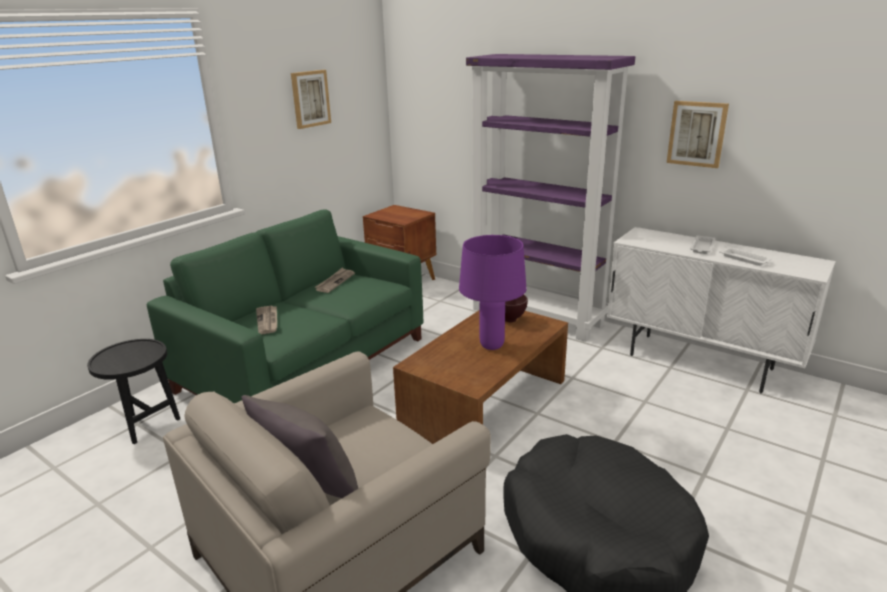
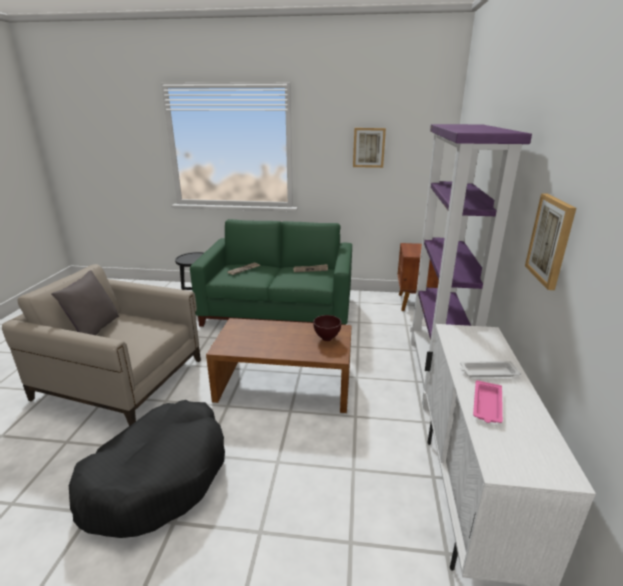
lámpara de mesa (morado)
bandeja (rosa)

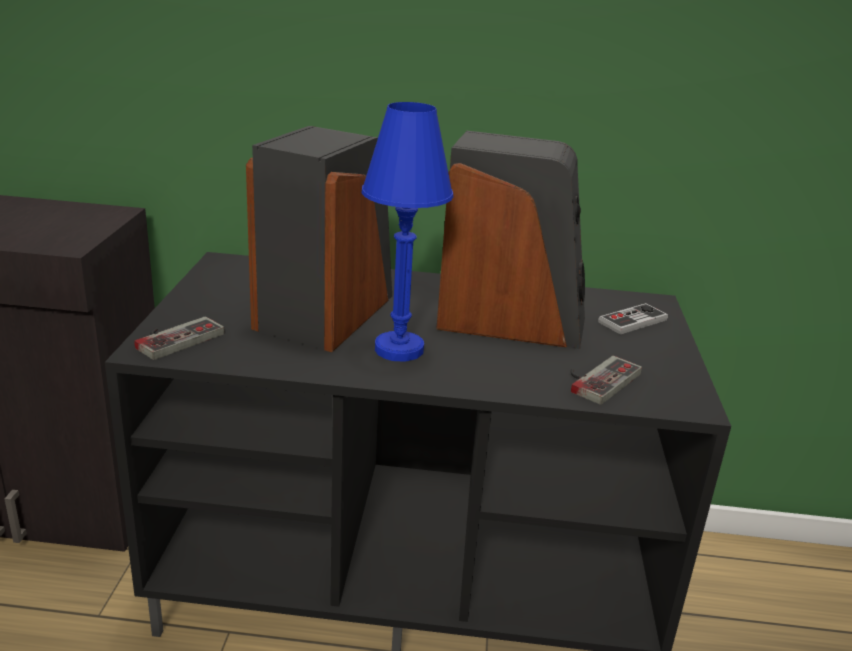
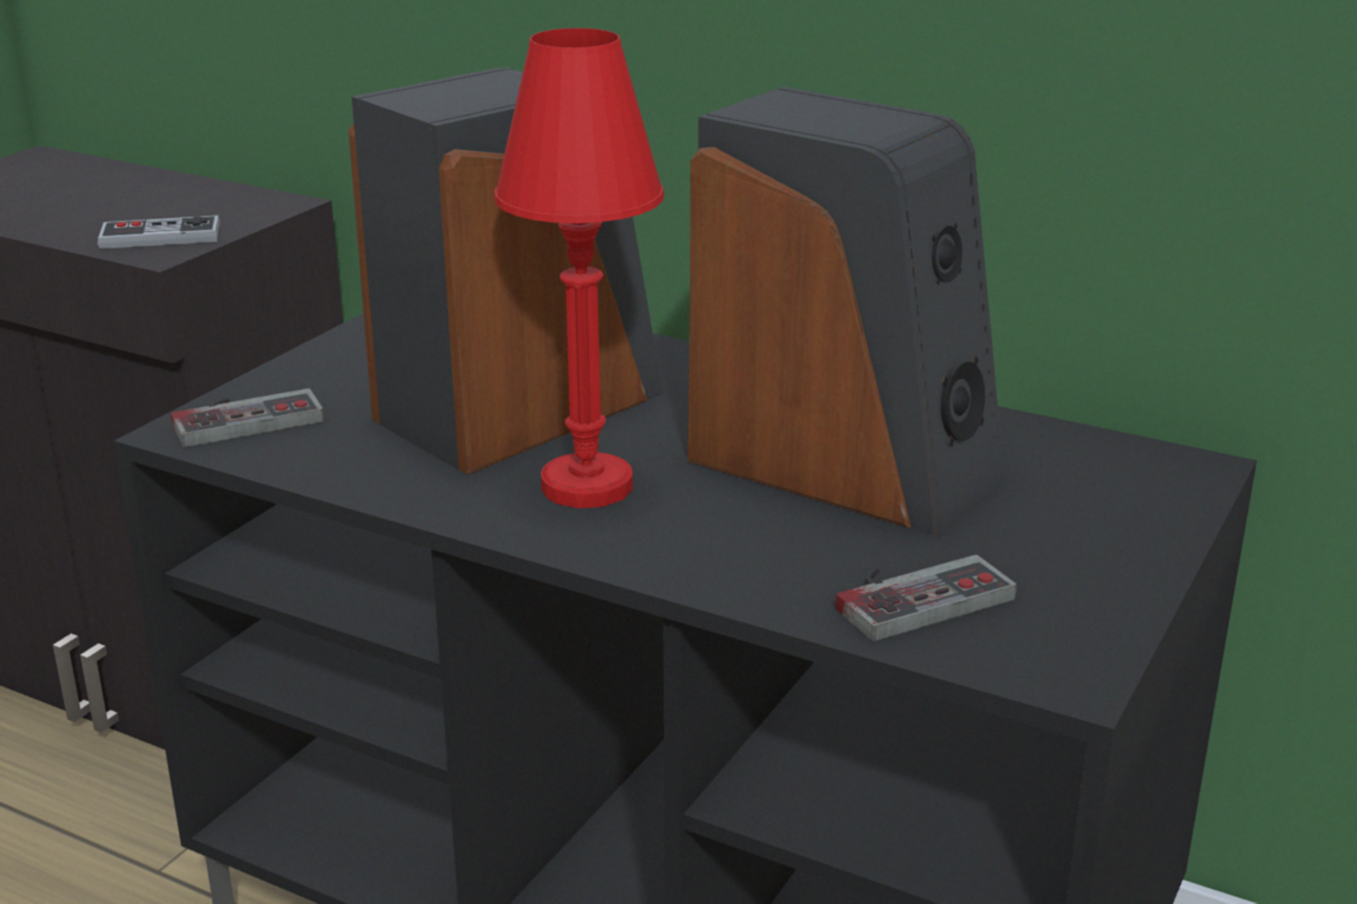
lámpara de mesa (rojo)
mando de consola (1st from left)

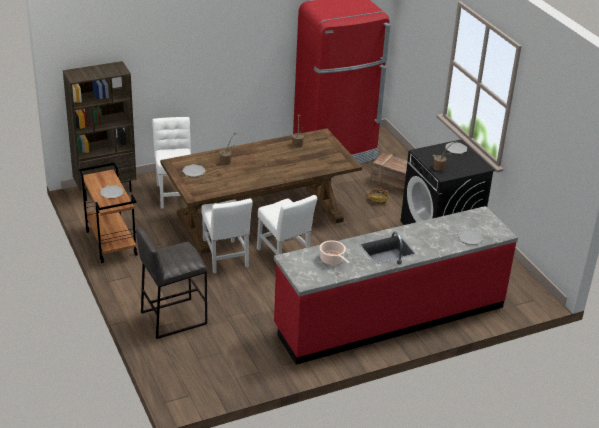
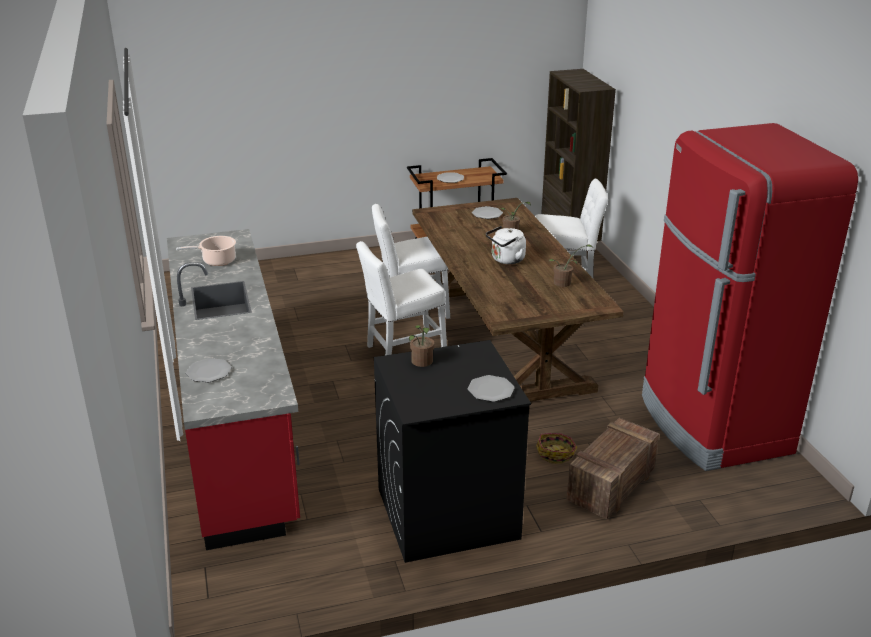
taburete (gris)
hervidor (blanco)

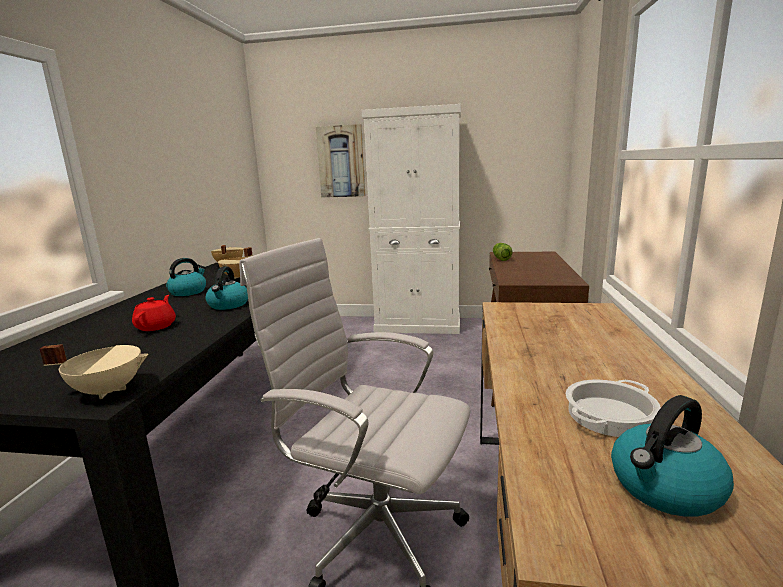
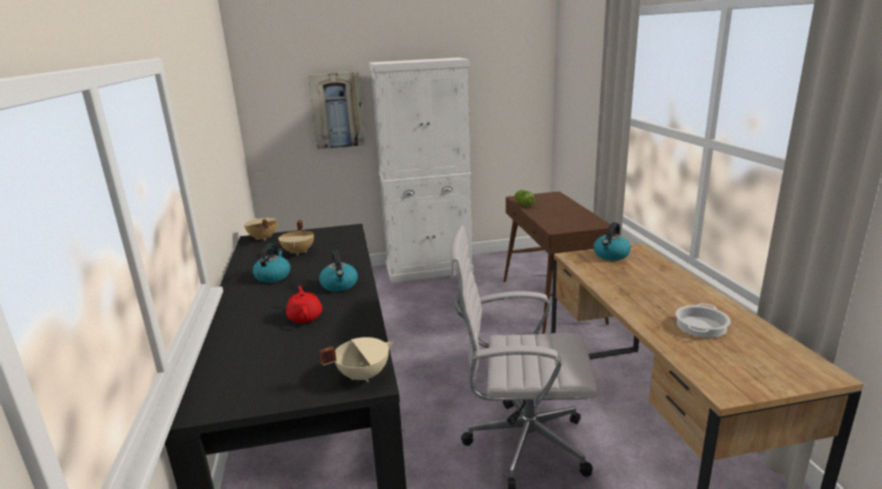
hervidor (3rd from left)

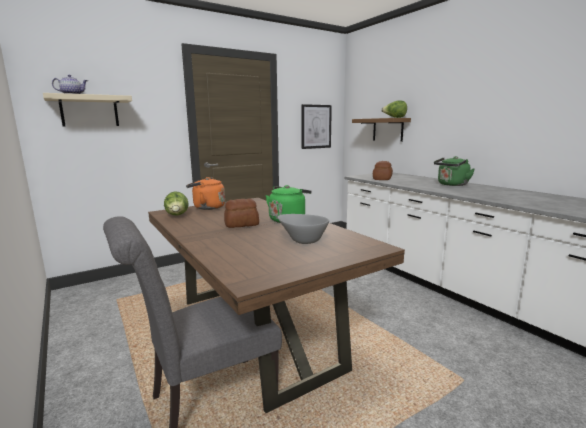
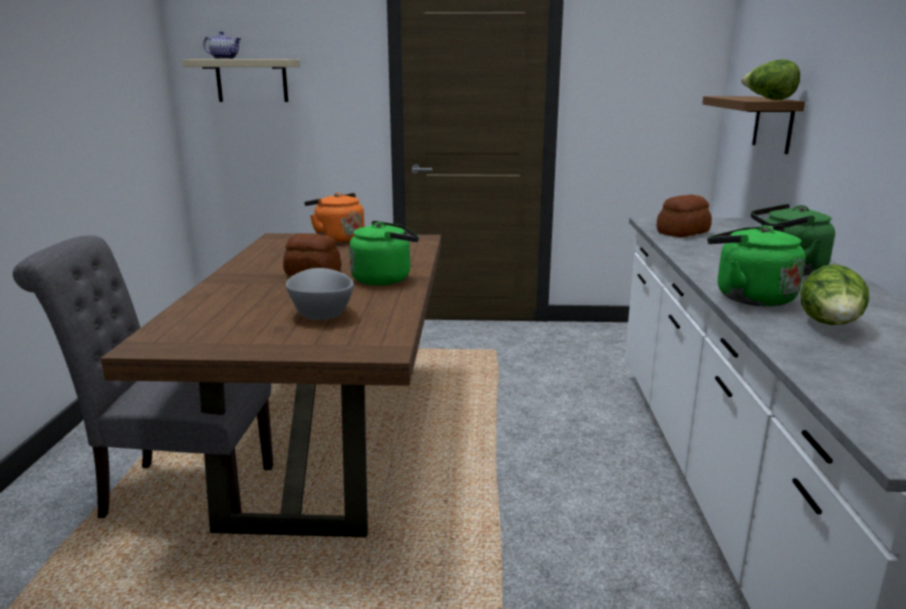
lechuga (2nd from left)
cuadro
hervidor (verde) (2nd from left)

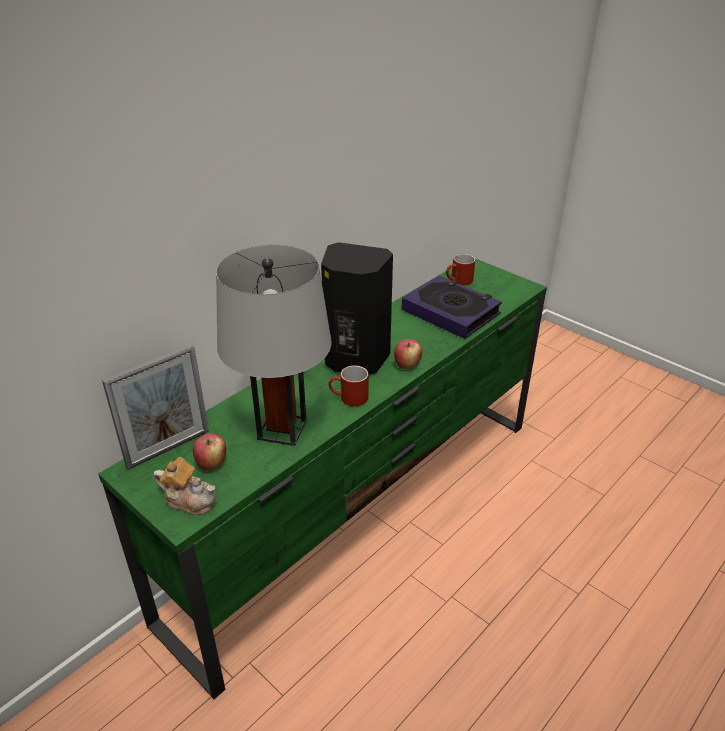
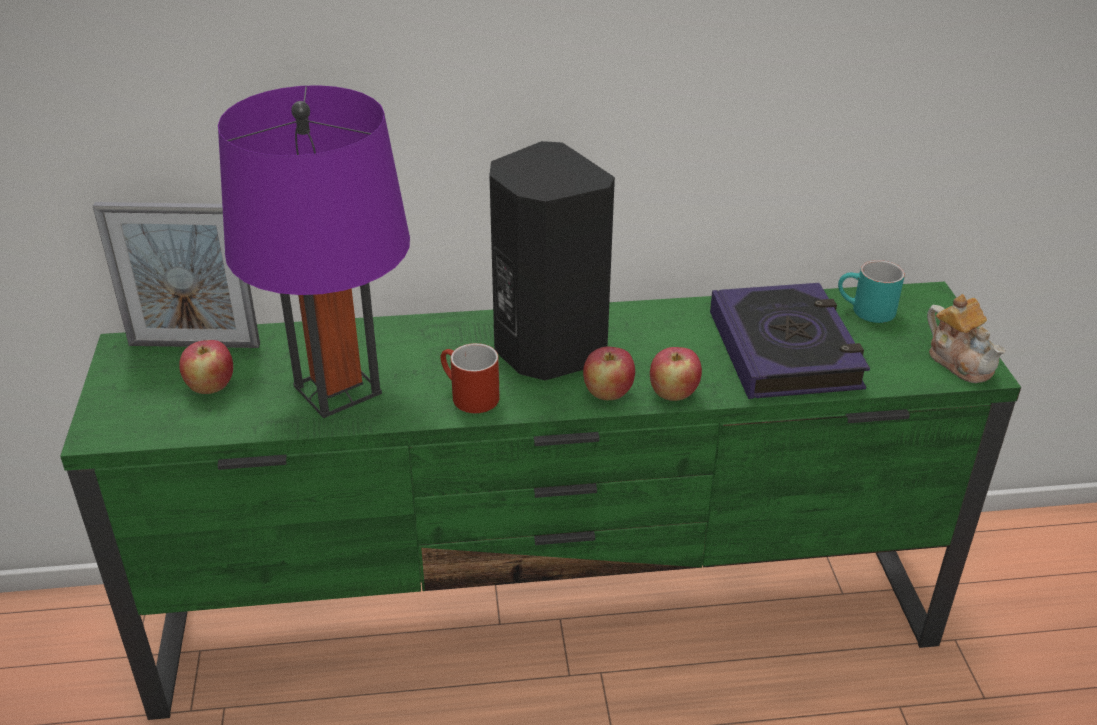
tetera
lámpara de mesa (morado)
taza grande (turquesa)
manzana (3rd from left)

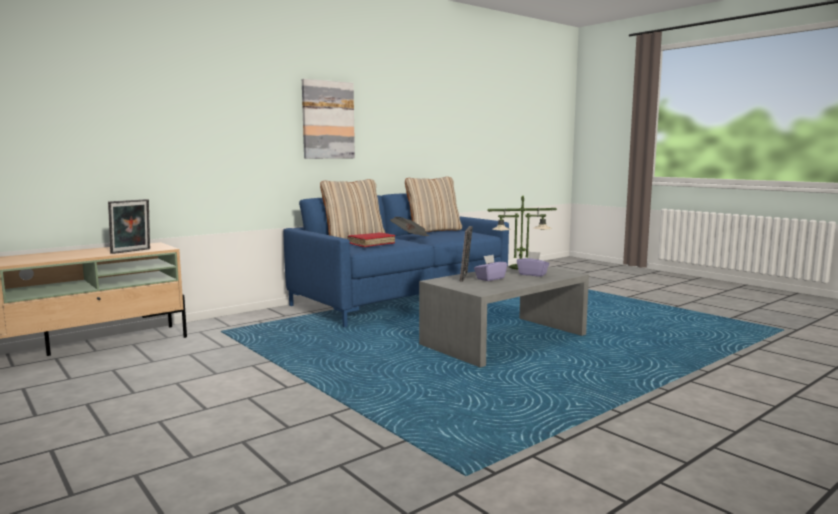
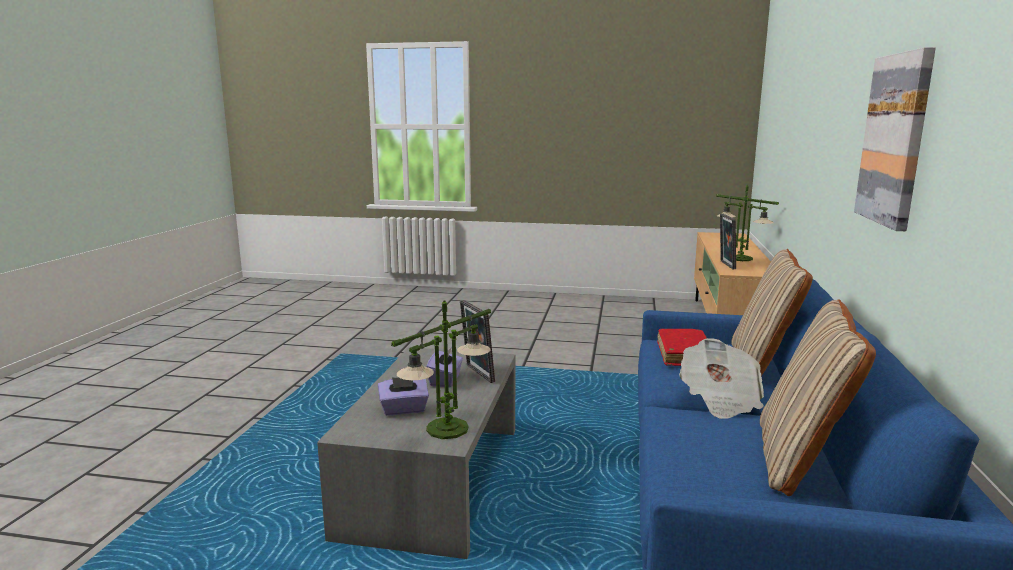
lámpara de mesa (2nd from left)

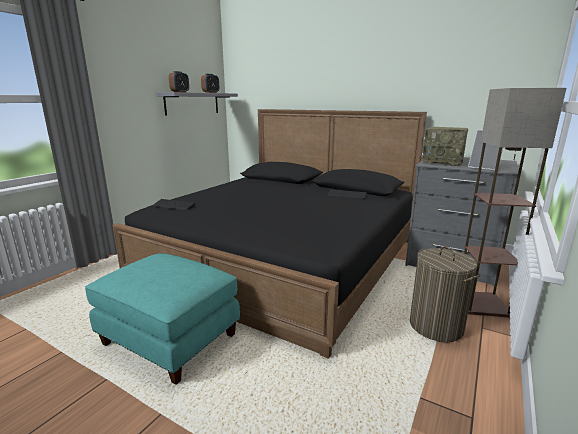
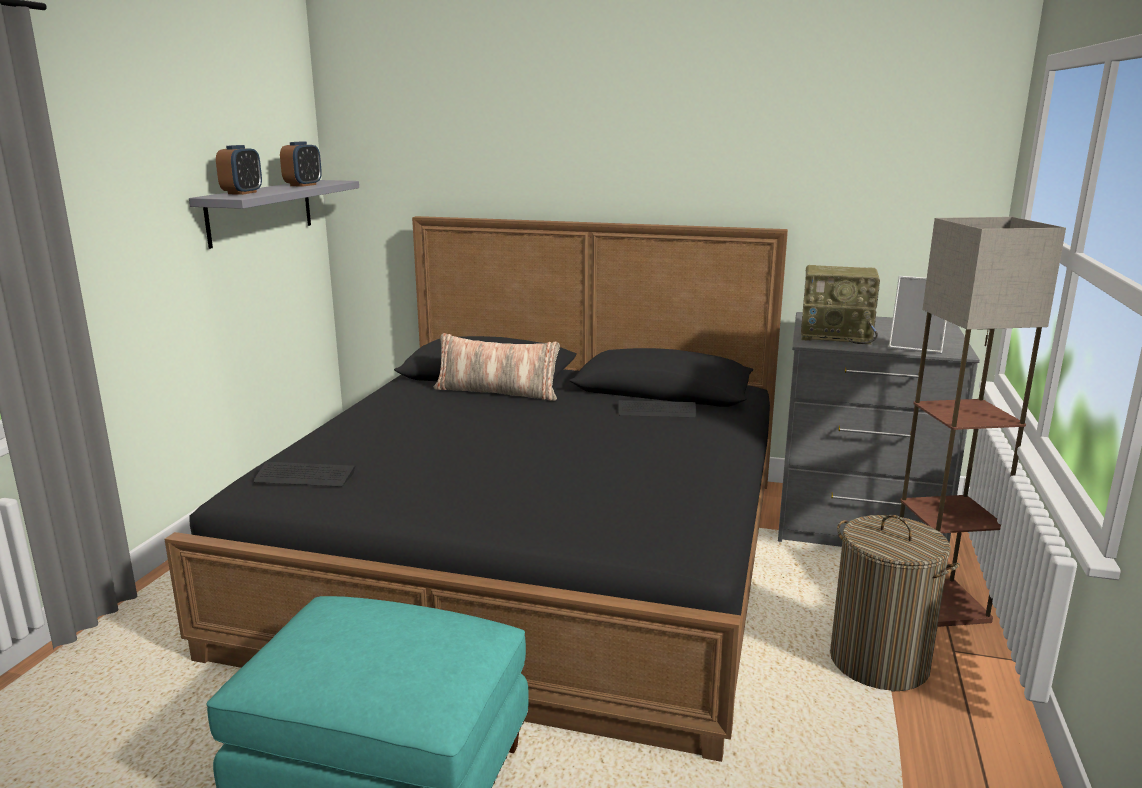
cojín

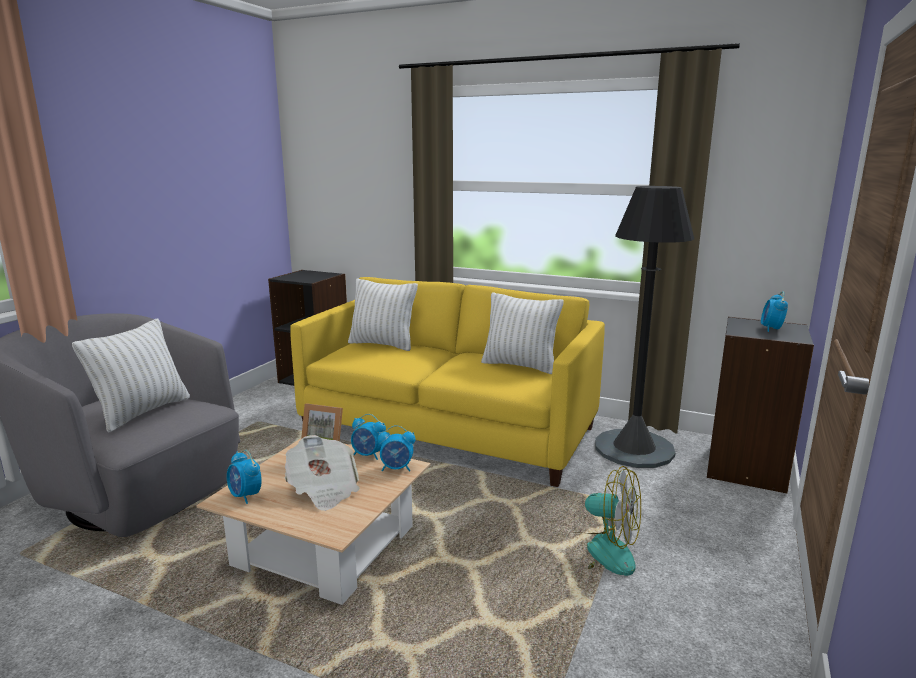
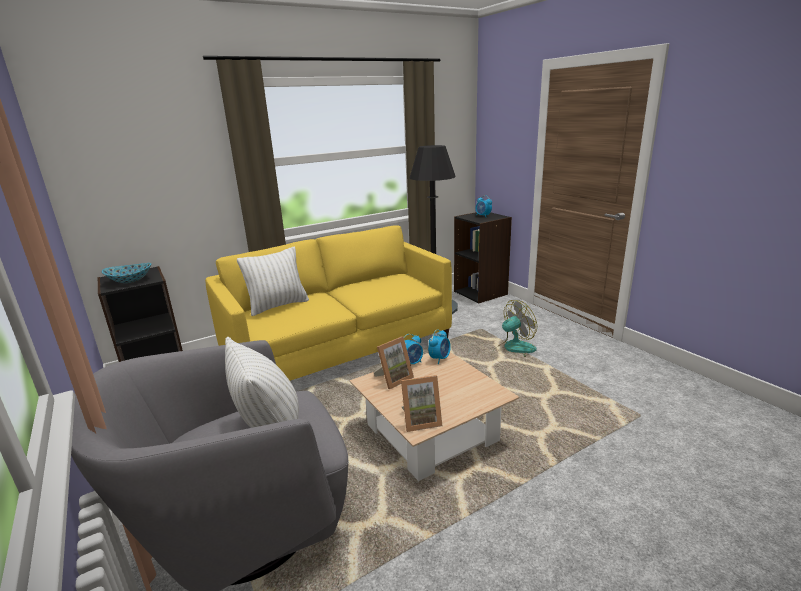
portarretratos (2nd from left)
periódico
cojín (blanco) (3rd from left in the first image)
cuenco

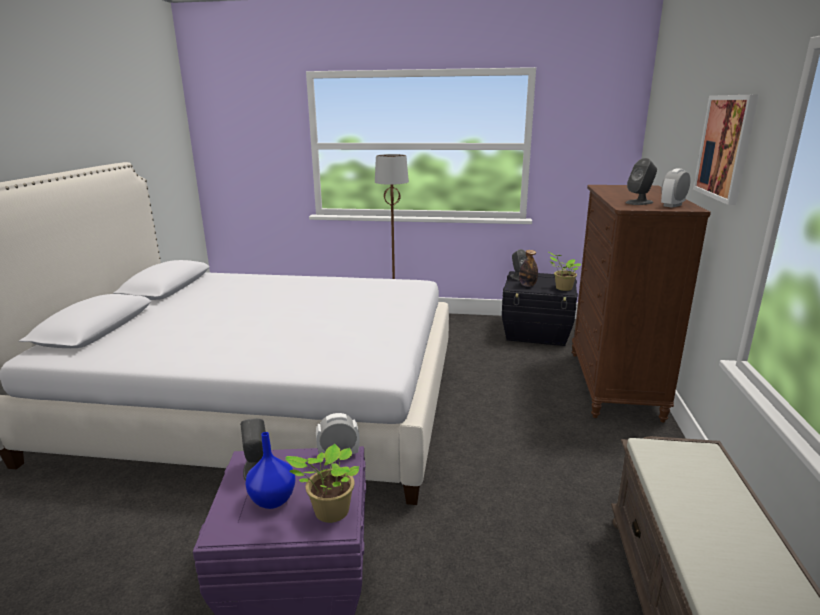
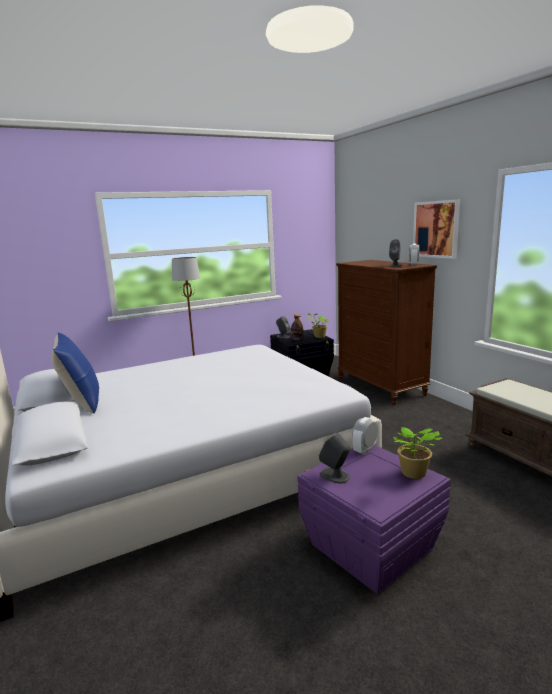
florero (azul)
cojín (azul)

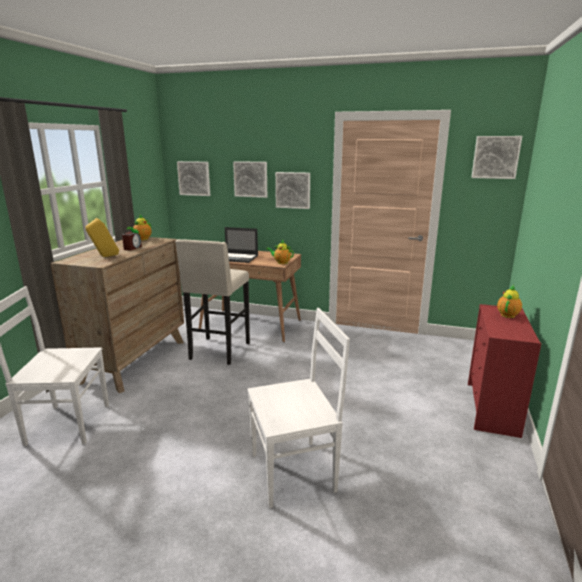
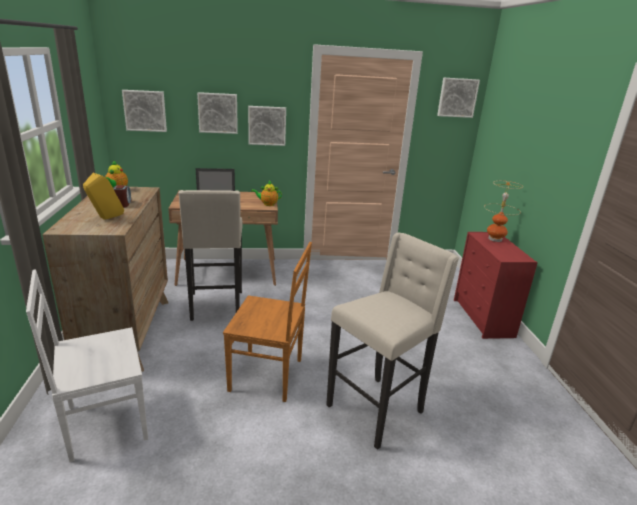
taburete (beis) (2nd from left)
lámpara de mesa
silla (marrón)

